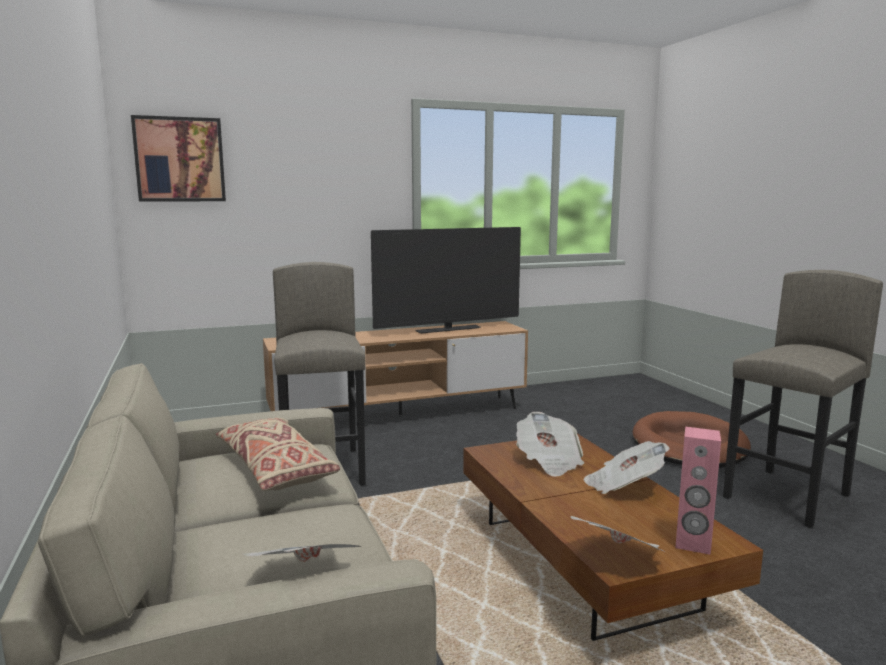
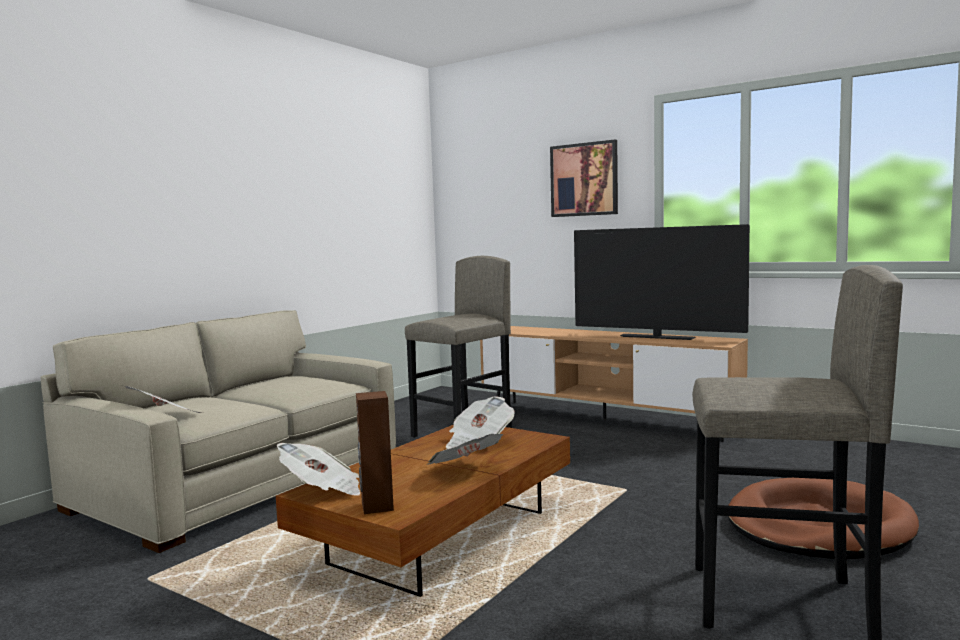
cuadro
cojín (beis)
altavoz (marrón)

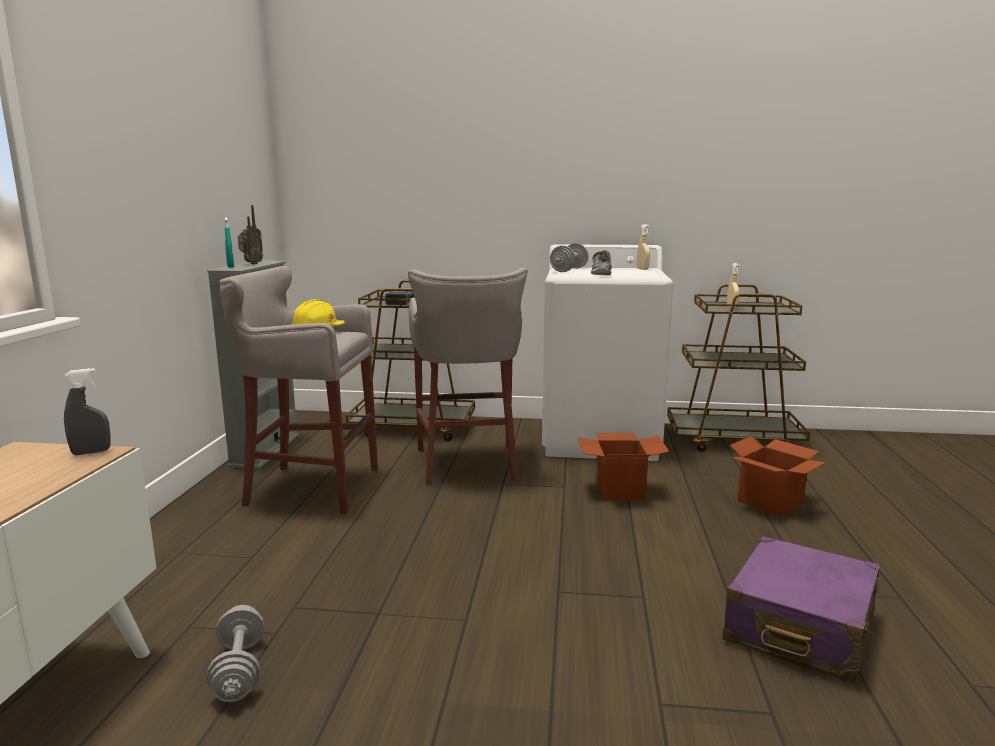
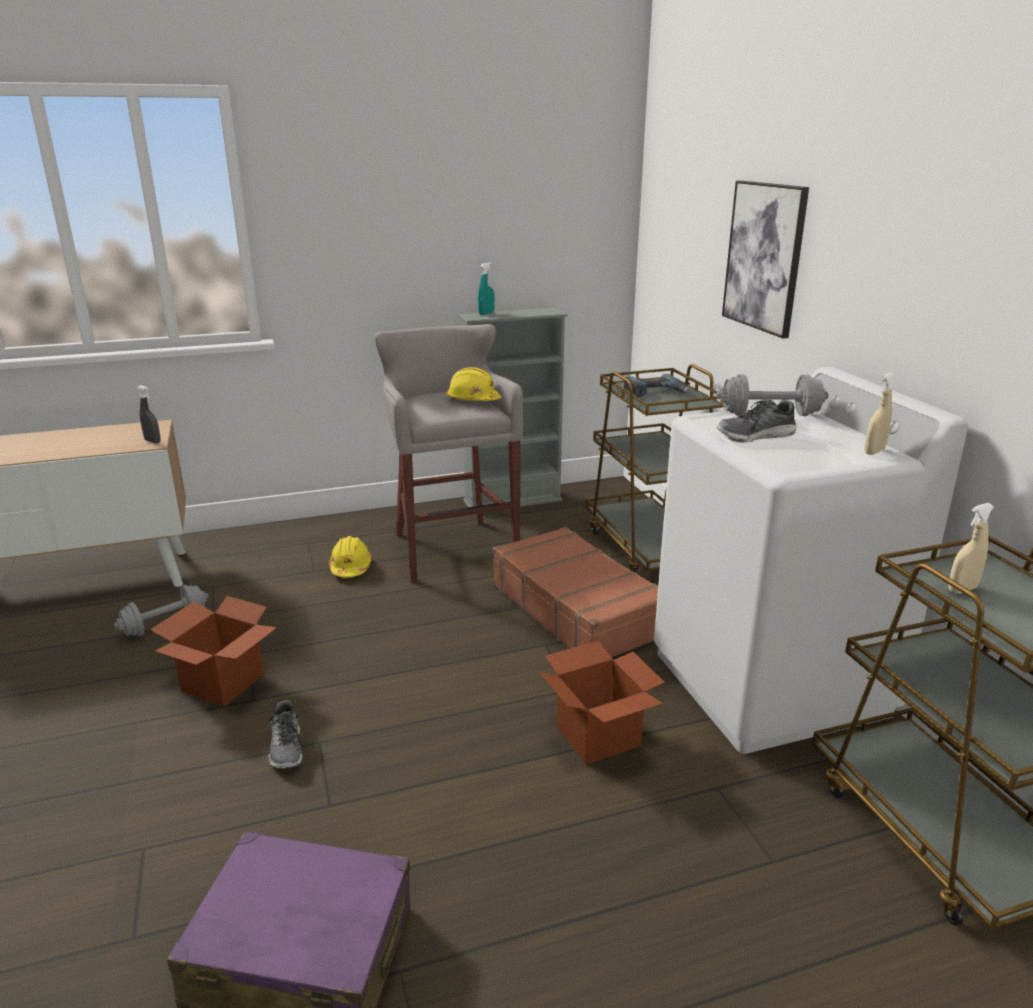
radio
maleta (marrón)
caja de cartón (1st from left)
zapato (1st from left)
casco (amarillo) (1st from left)
cuadro

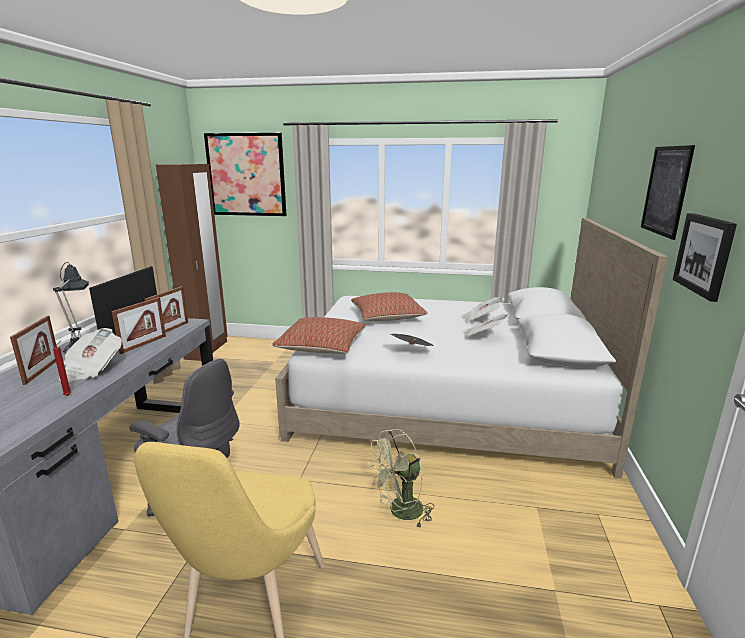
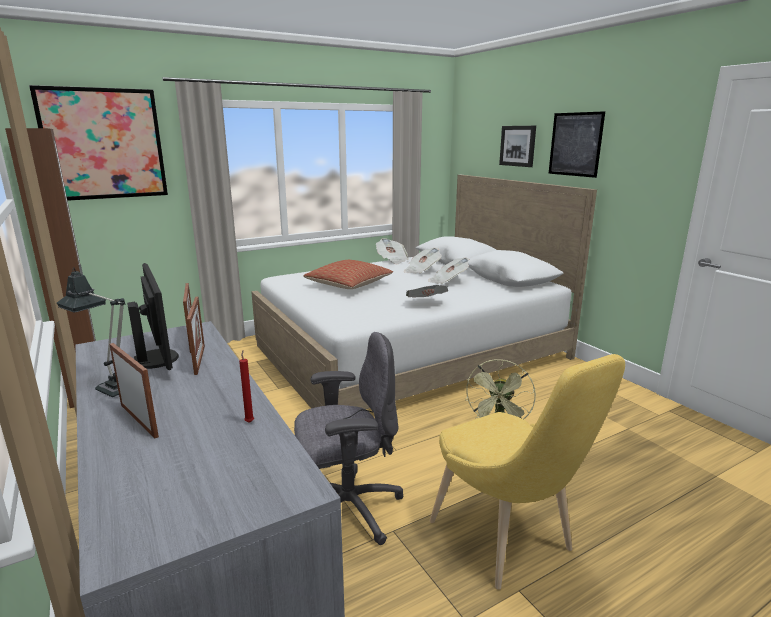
periódico (1st from left)
cojín (1st from left in the first image)
cuadro (2nd from left)

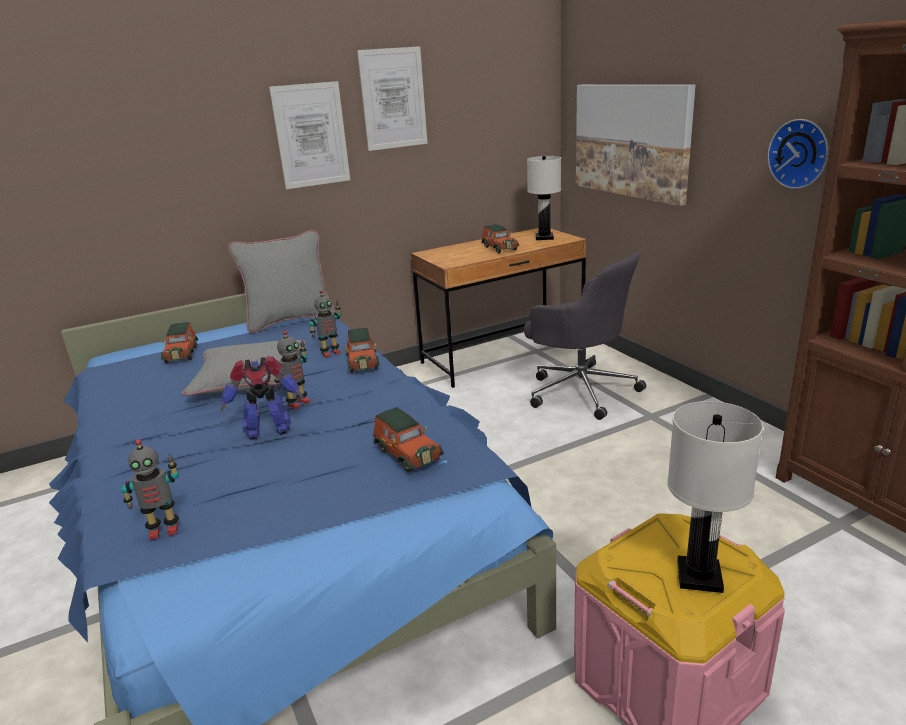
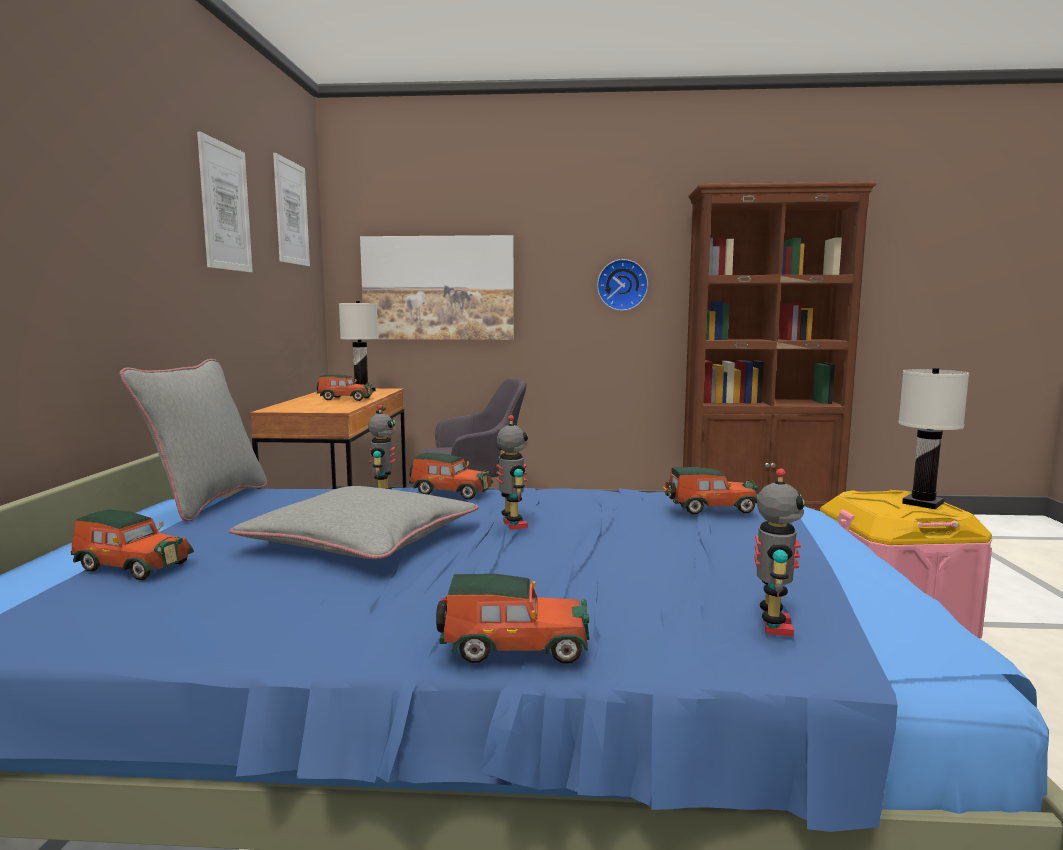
robot de juguete (2nd from left in the first image)
cuadro (2nd from left)
coche de juguete (4th from left)

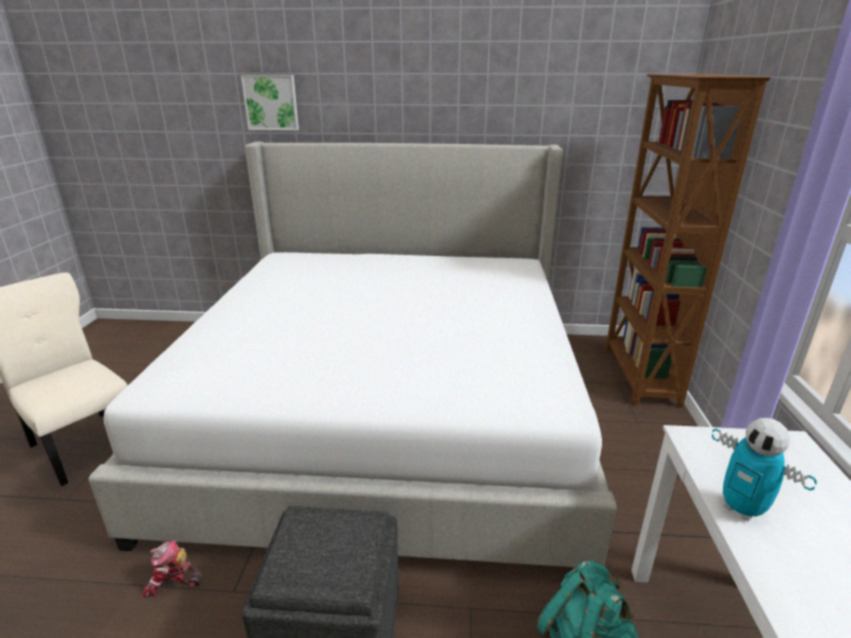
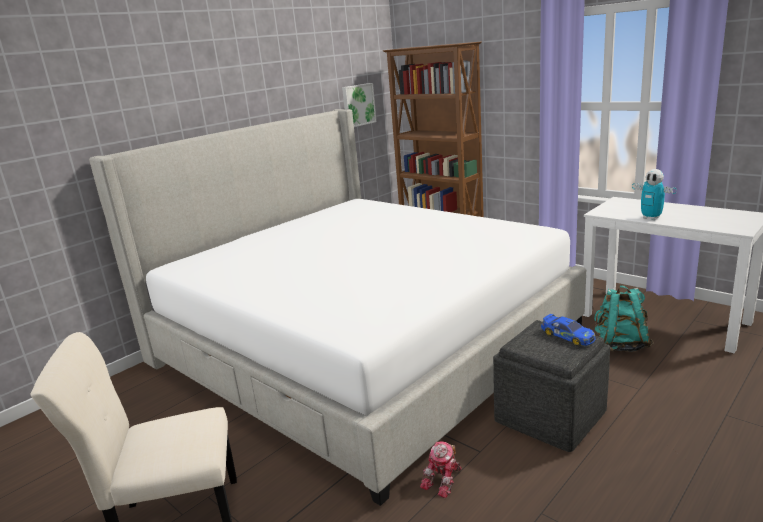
cuadro
robot de juguete (2nd from left)
coche de juguete

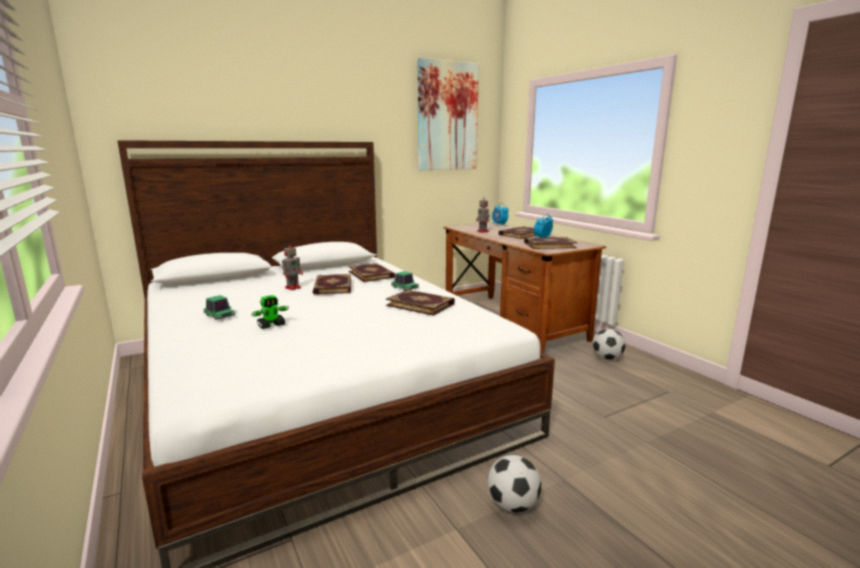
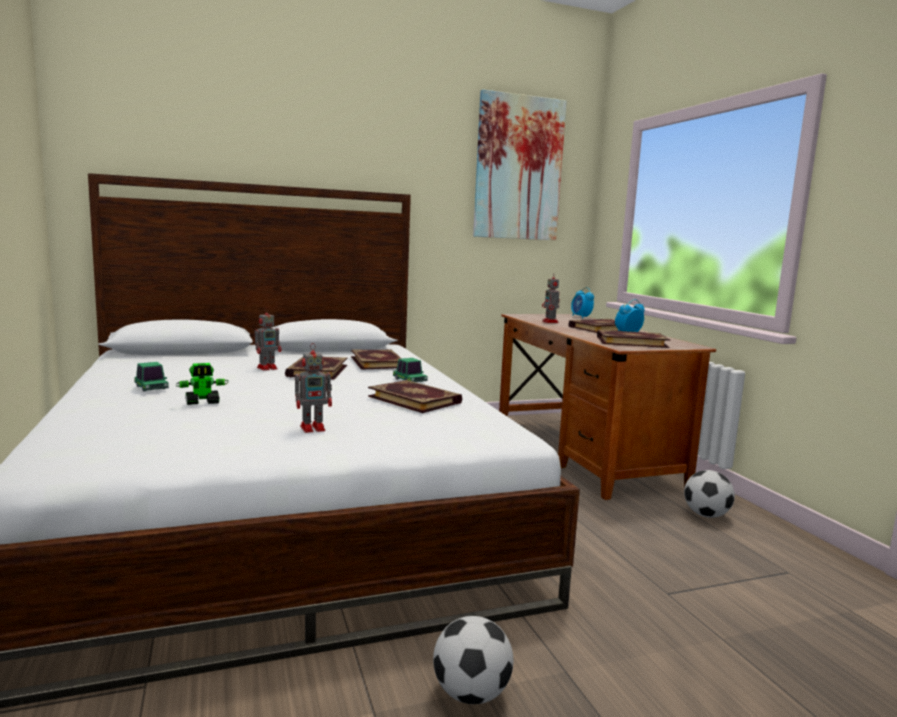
robot de juguete (3rd from left)

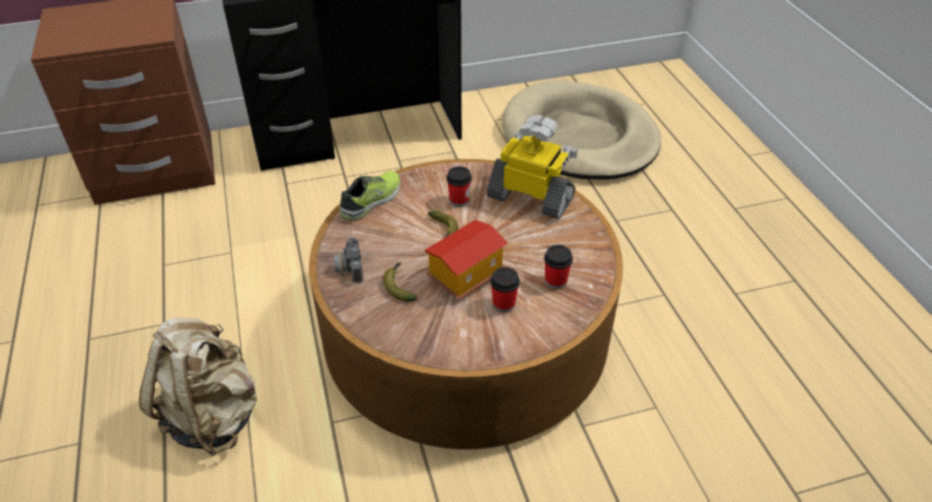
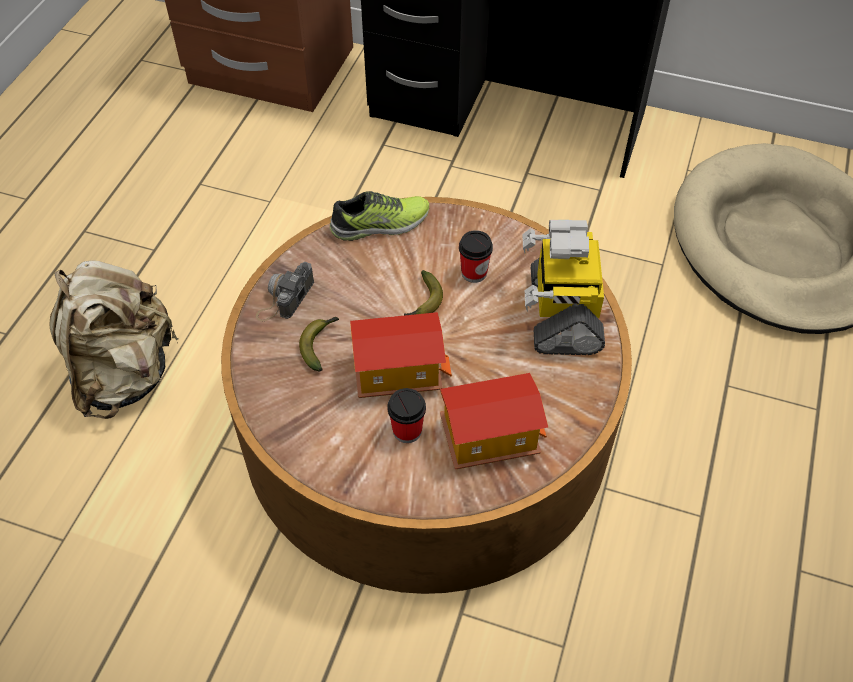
robot de juguete
casita (2nd from left)

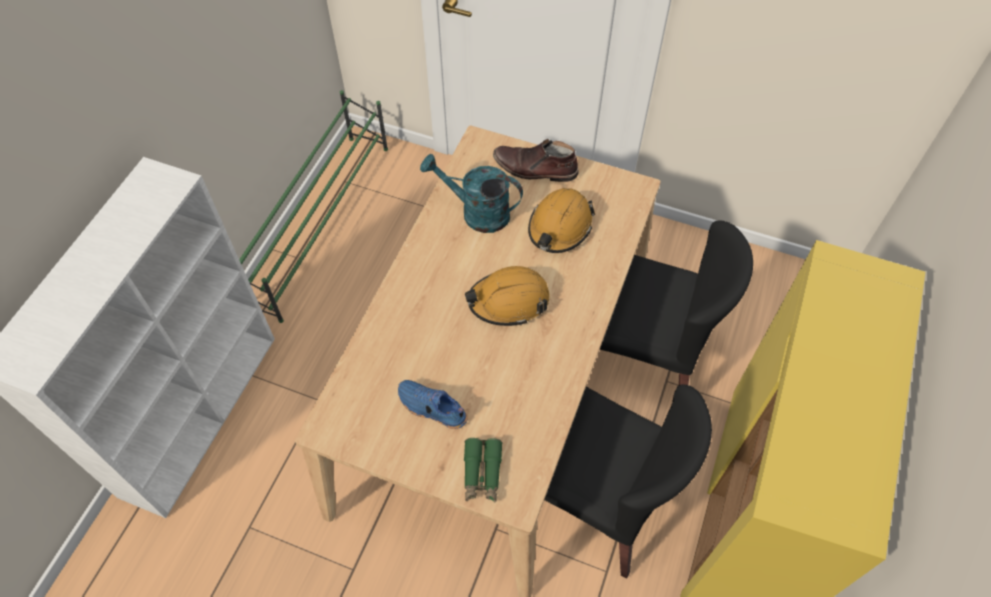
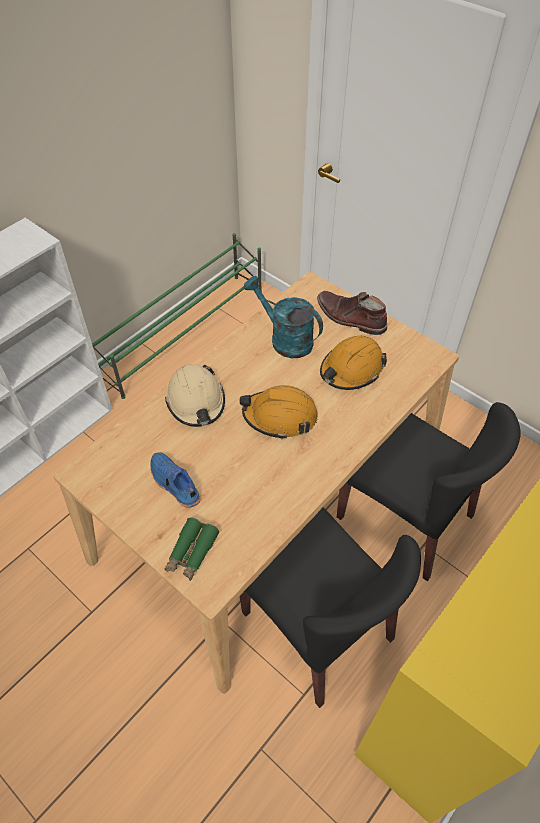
casco (beis)

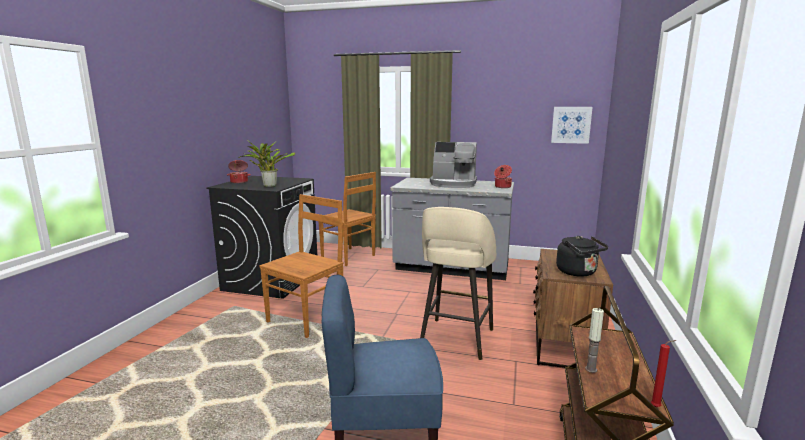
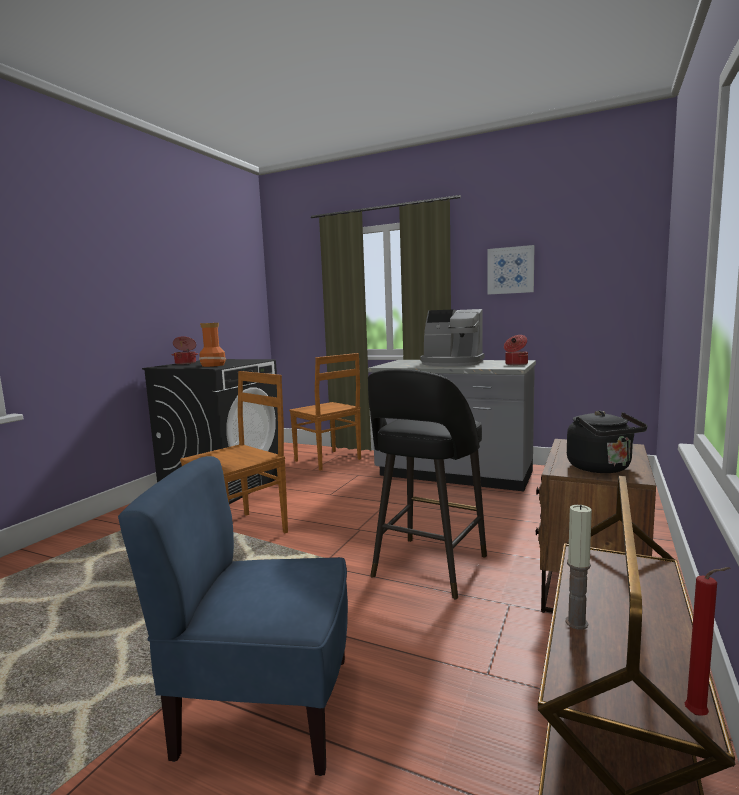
florero
taburete (negro)
cuadro

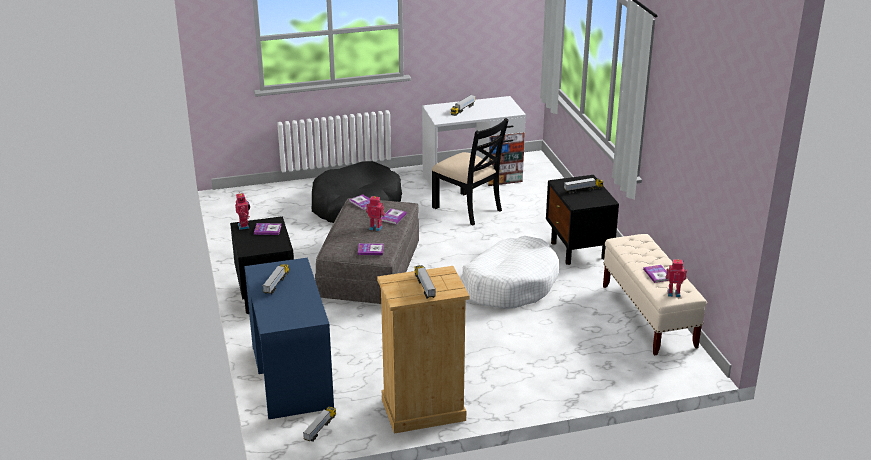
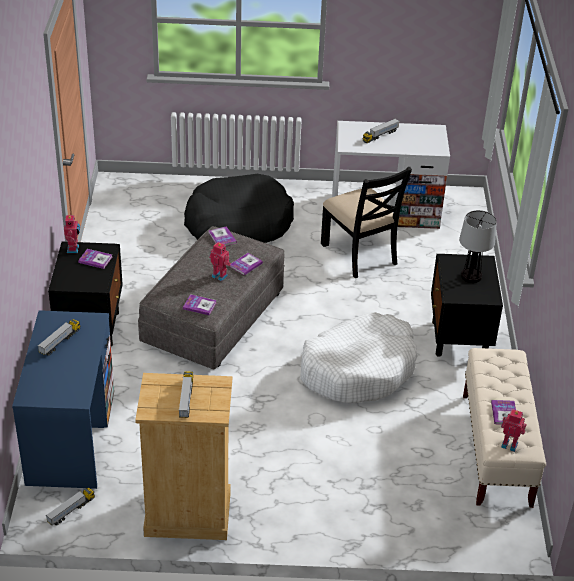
lámpara de mesa

